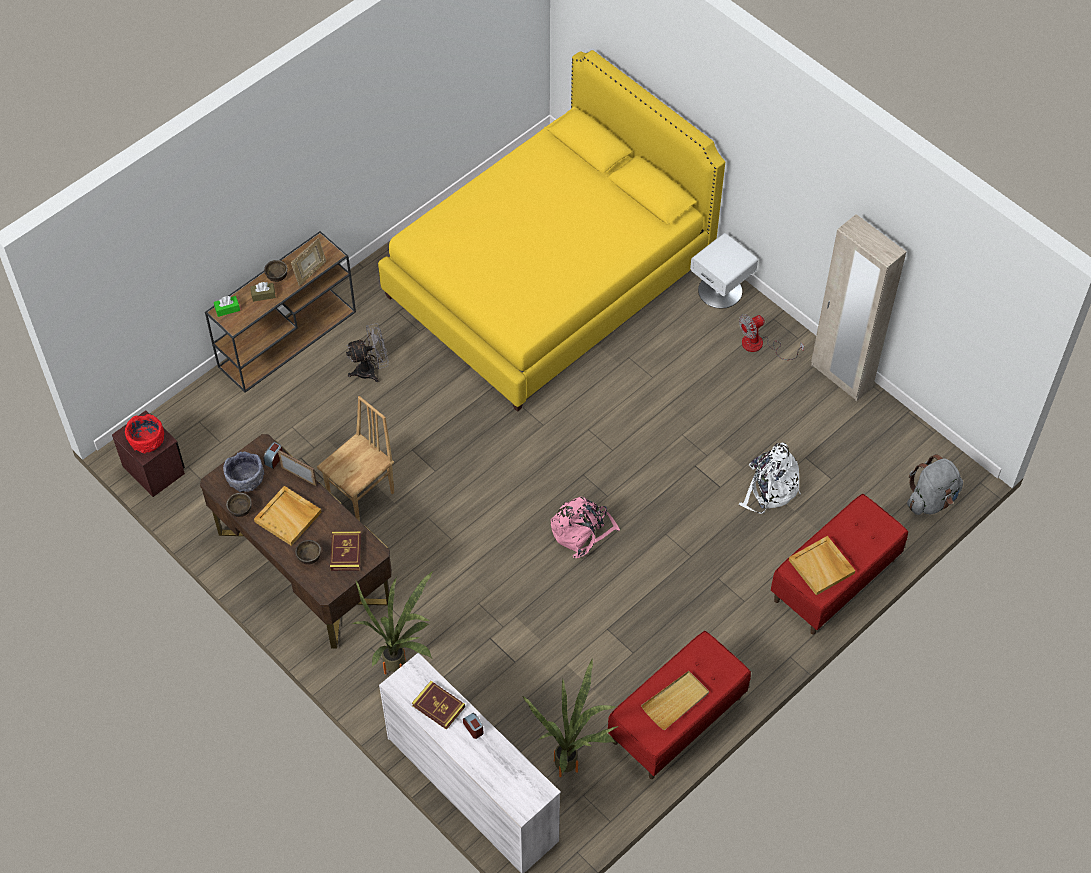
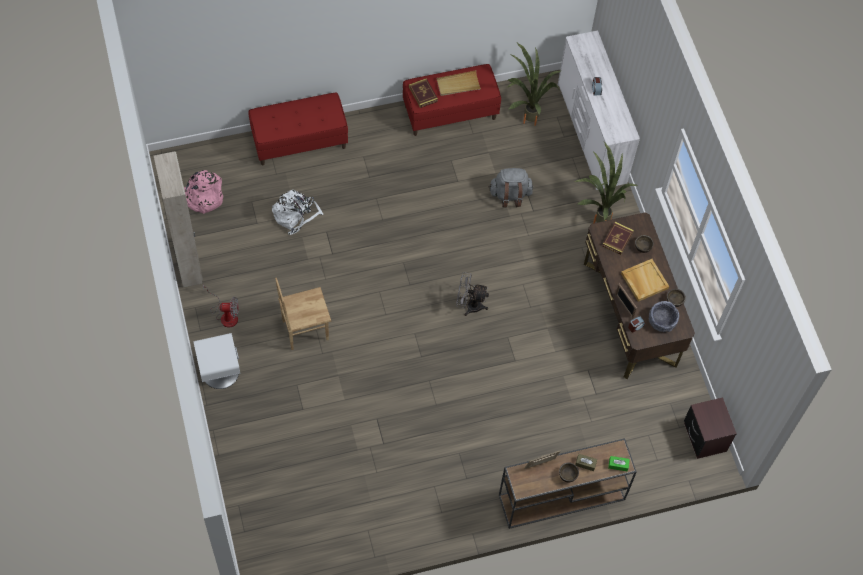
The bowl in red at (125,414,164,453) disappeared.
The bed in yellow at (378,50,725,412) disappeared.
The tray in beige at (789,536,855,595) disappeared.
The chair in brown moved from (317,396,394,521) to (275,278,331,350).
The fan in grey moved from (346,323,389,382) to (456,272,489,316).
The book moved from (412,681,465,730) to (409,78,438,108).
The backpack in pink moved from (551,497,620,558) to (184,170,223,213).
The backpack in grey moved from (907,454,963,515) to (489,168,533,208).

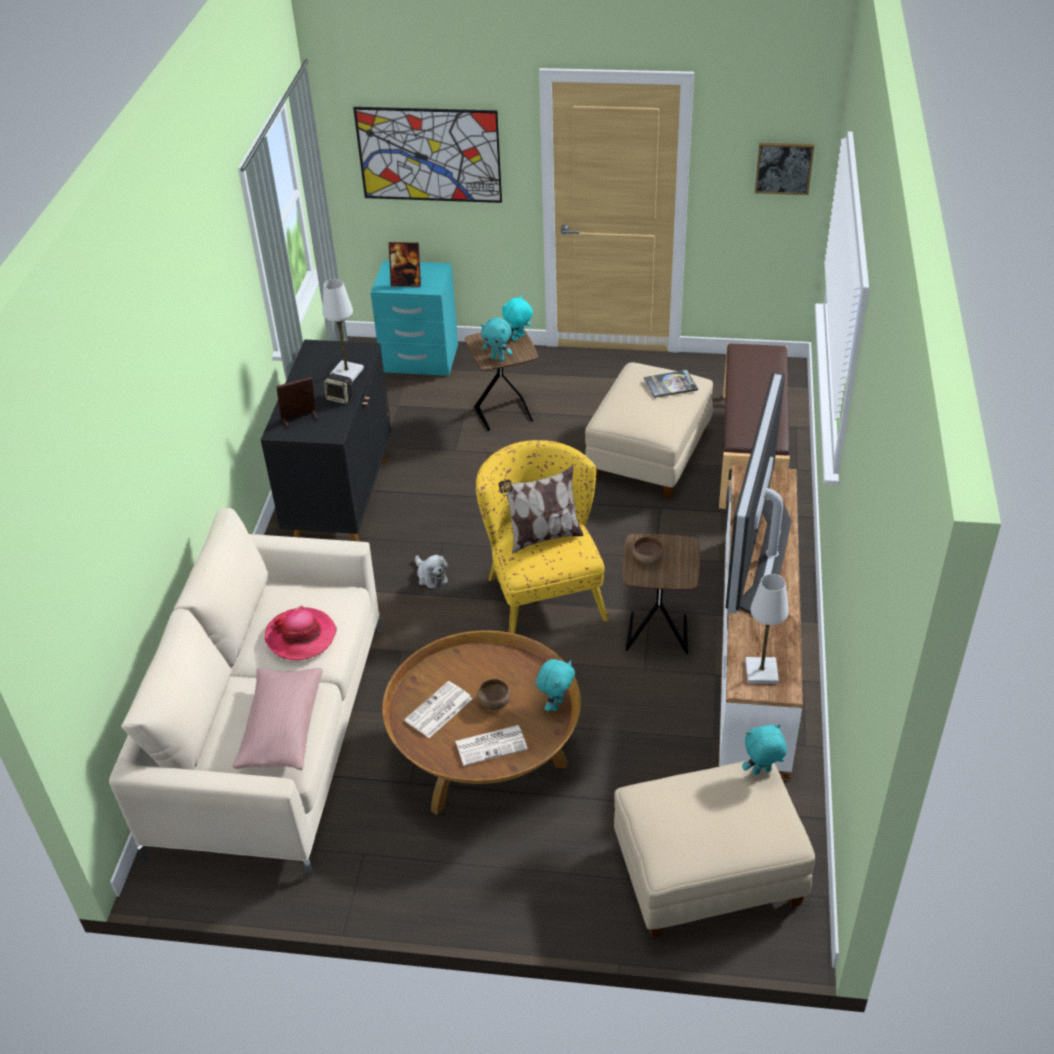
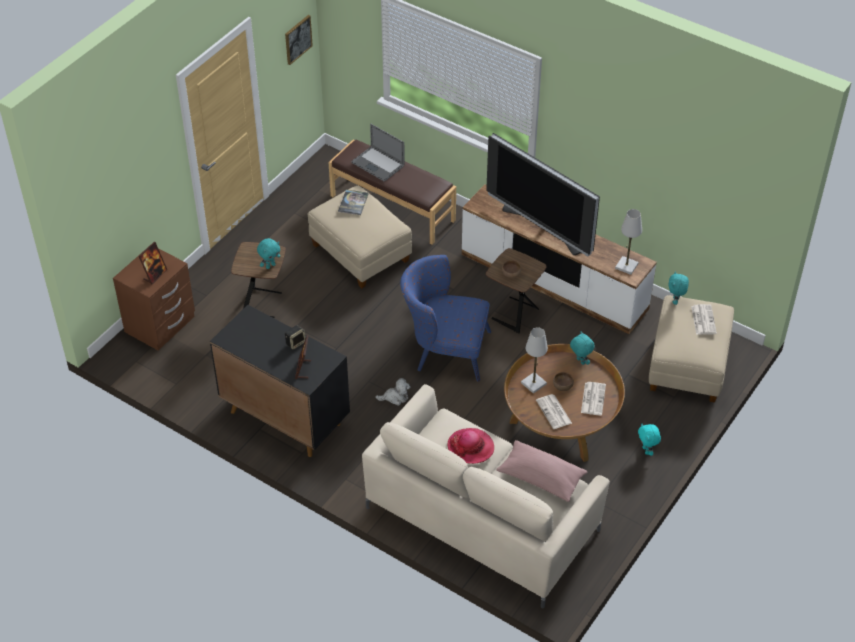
The picture at (353,107,502,203) disappeared.
The pillow at (499,466,583,554) disappeared.
The laptop at (351,124,405,182) appeared.
The newspaper at (691,304,717,335) appeared.
The table lamp in white moved from (322,279,364,382) to (521,327,548,394).
The plush toy in turquoise moved from (502,295,533,341) to (638,423,661,456).
The nightstand in turquoise at (371,261,458,376) became the nightstand in brown at (113,248,195,351).
The armchair in yellow at (476,440,608,634) became the armchair in blue at (400,255,491,382).

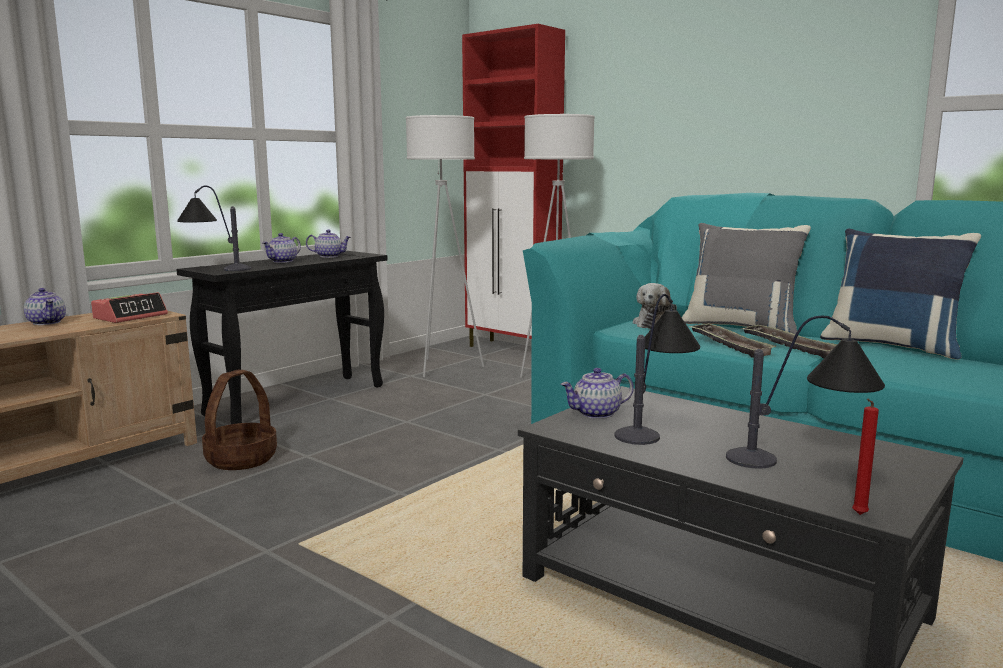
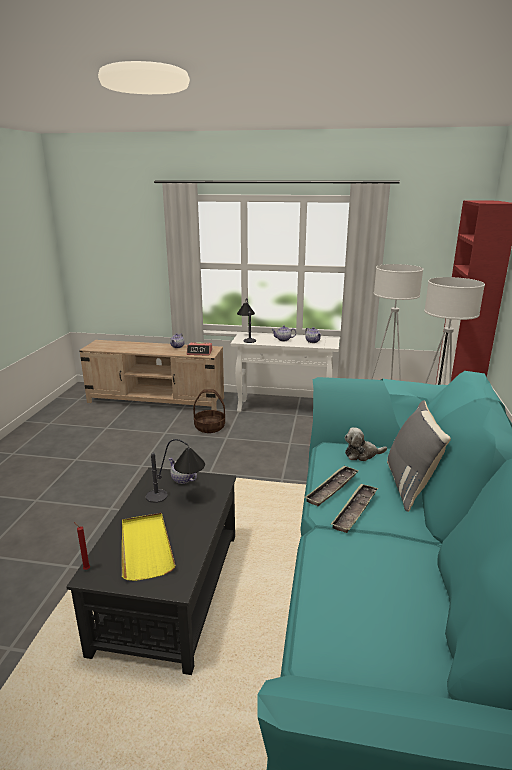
The pillow in blue at (820,229,981,360) disappeared.
The table lamp at (726,315,885,468) was replaced by the tray in yellow at (122,513,176,581).
The console table in black at (176,251,388,424) became the console table in white at (231,333,339,412).

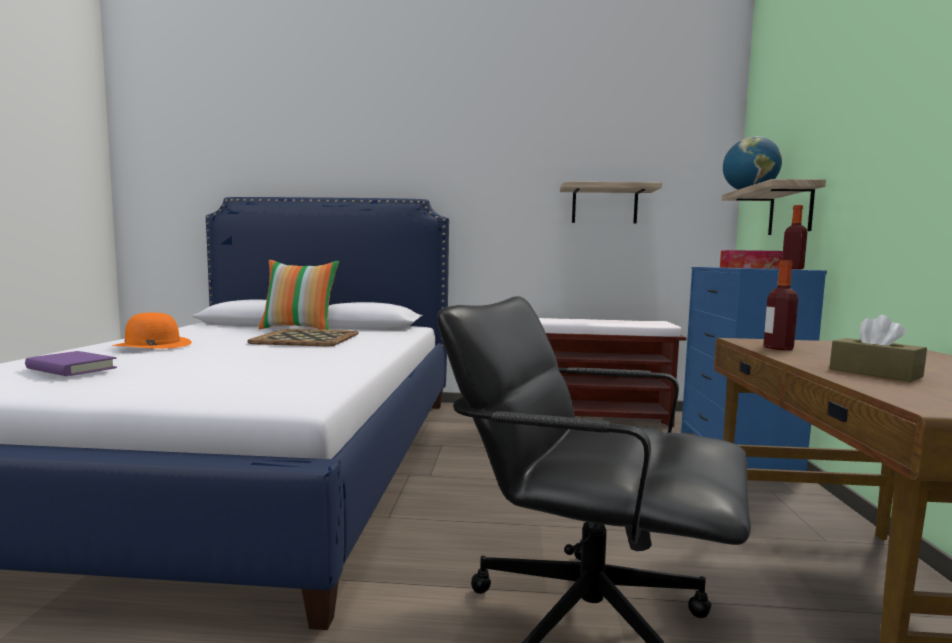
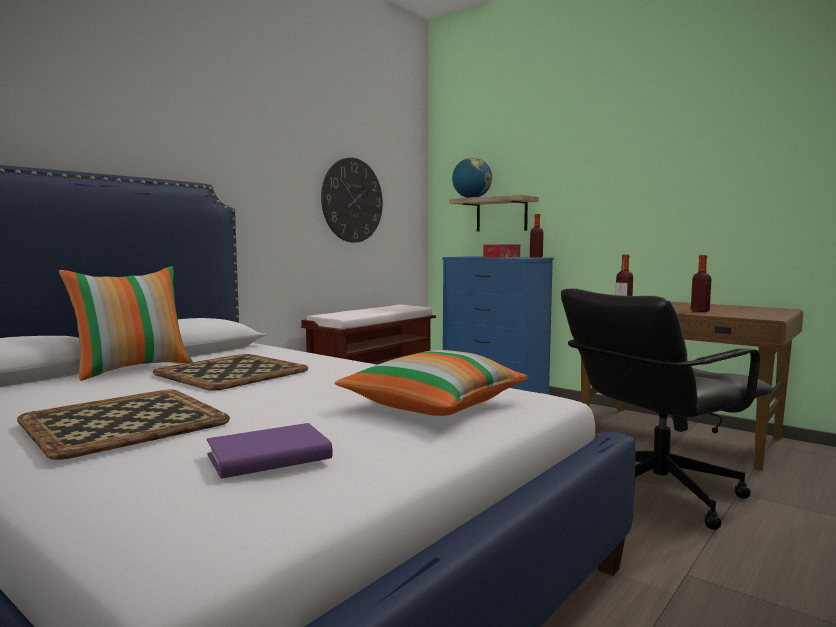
The pillow at (335,350,529,416) appeared.
The hat in orange at (112,313,192,349) was replaced by the tray at (17,390,230,460).
The shelf at (560,182,662,224) was replaced by the wall clock at (321,158,383,243).
The tissue box in brown at (830,315,927,382) was replaced by the bottle at (691,255,711,312).

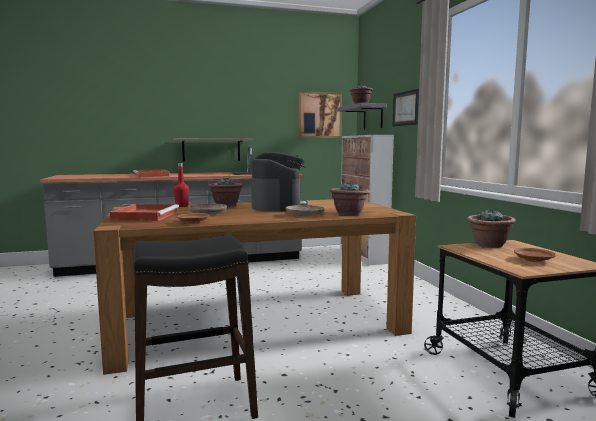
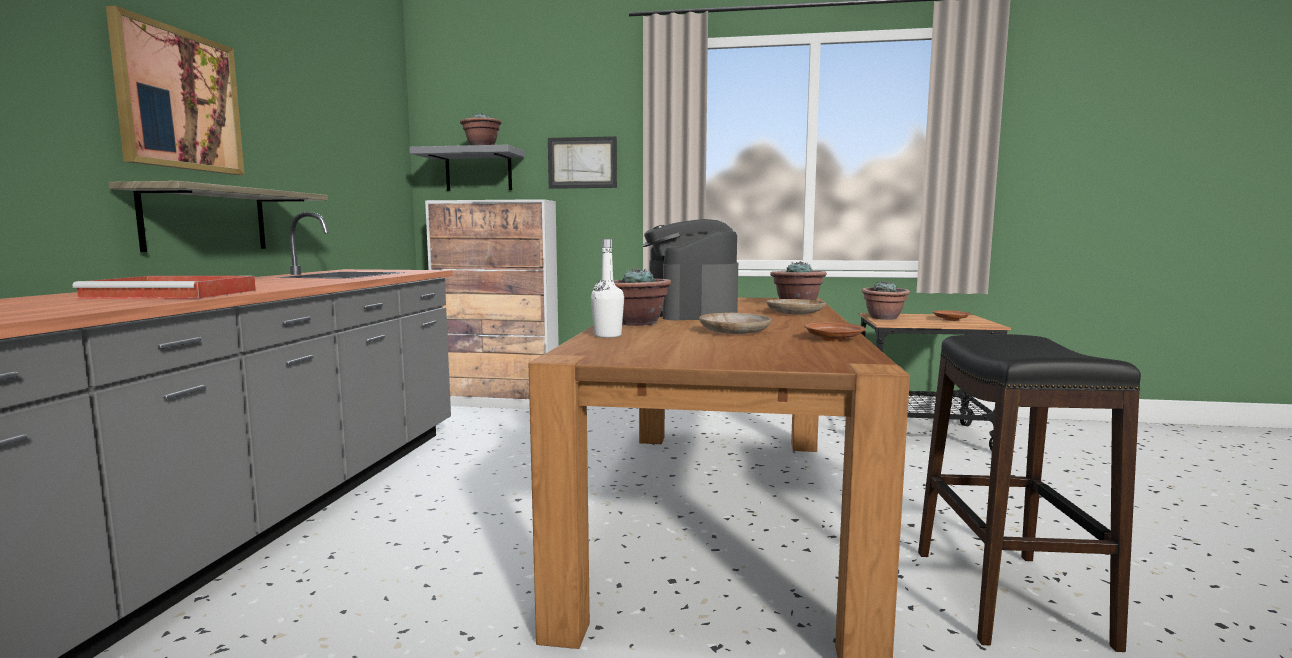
The tray in red at (110,204,179,221) disappeared.
The picture moved from (298,91,342,138) to (106,6,245,175).
The bottle in red at (174,163,189,207) became the bottle in white at (591,239,624,338).
The coffee machine at (251,152,308,212) turned 120 degrees counterclockwise.

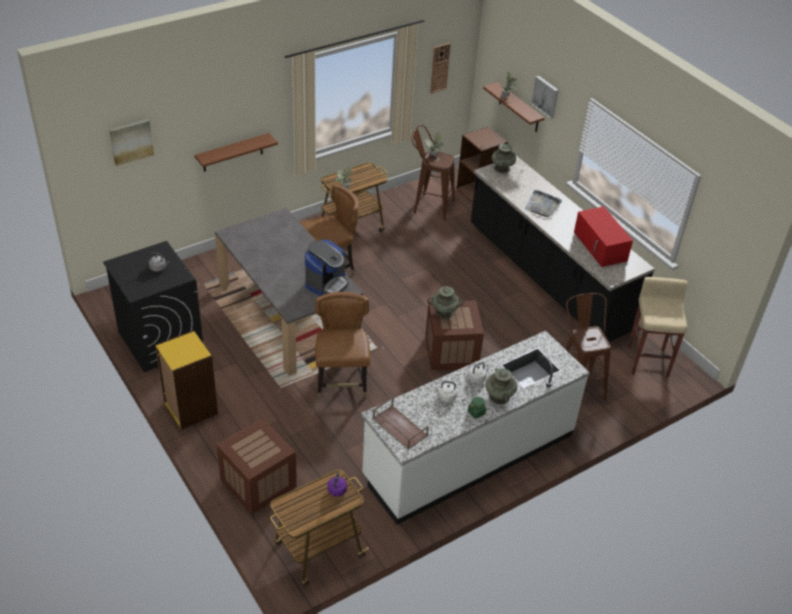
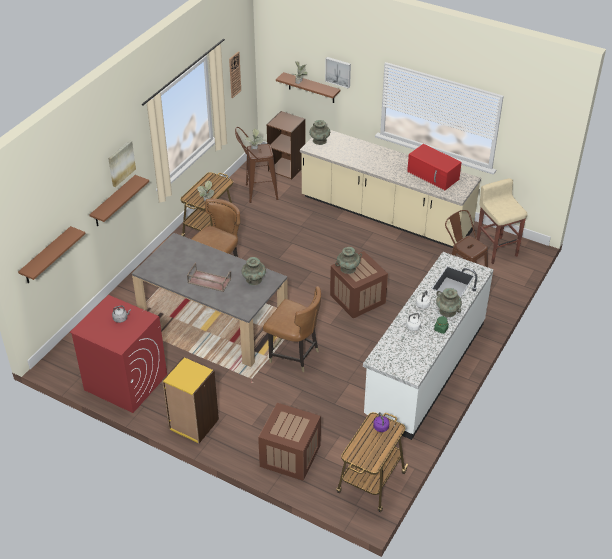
The tray in grey at (525,190,562,217) disappeared.
The shelf in brown at (18,226,85,283) appeared.
The picture moved from (109,119,154,166) to (108,140,136,187).
The tray in brown moved from (372,397,429,450) to (187,263,231,292).
The coffee machine at (305,239,349,296) was replaced by the vase in turquoise at (241,257,266,285).
The washing machine in black at (103,241,203,372) became the washing machine in red at (70,295,167,413).
The counter in black at (471,156,655,342) became the counter in beige at (300,130,481,248).
The chair in brown at (315,292,370,398) turned 150 degrees clockwise.

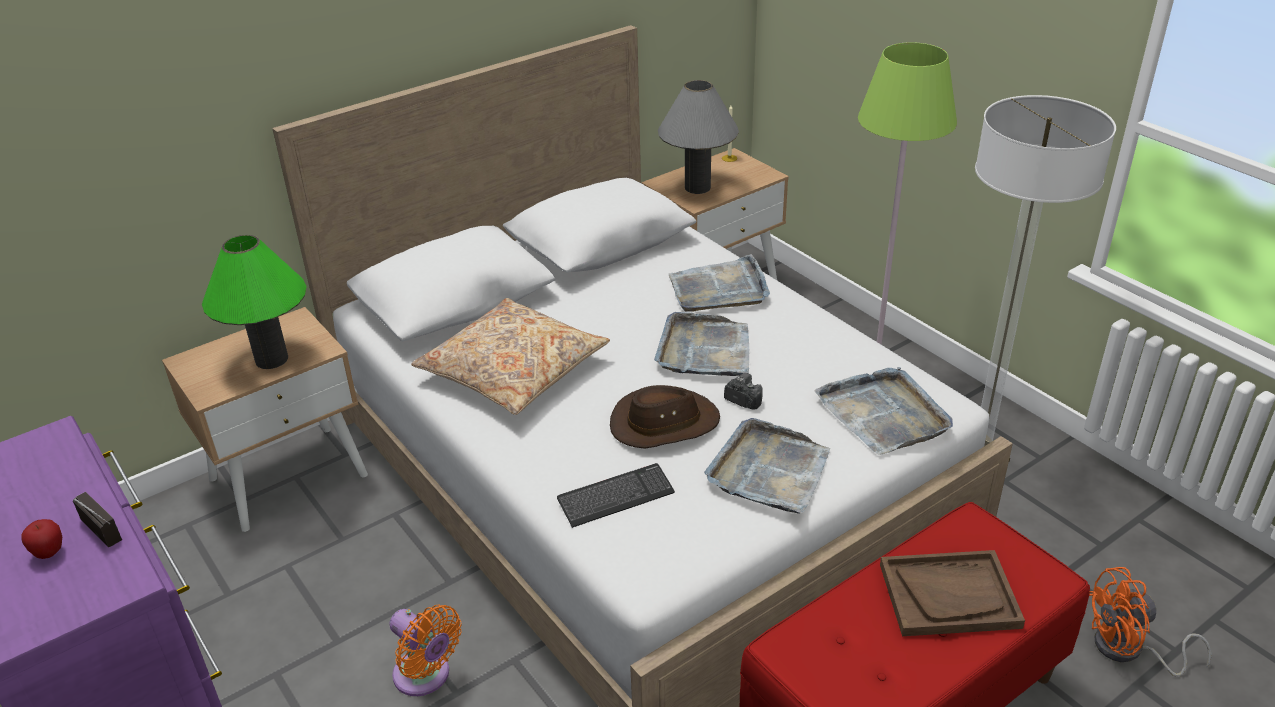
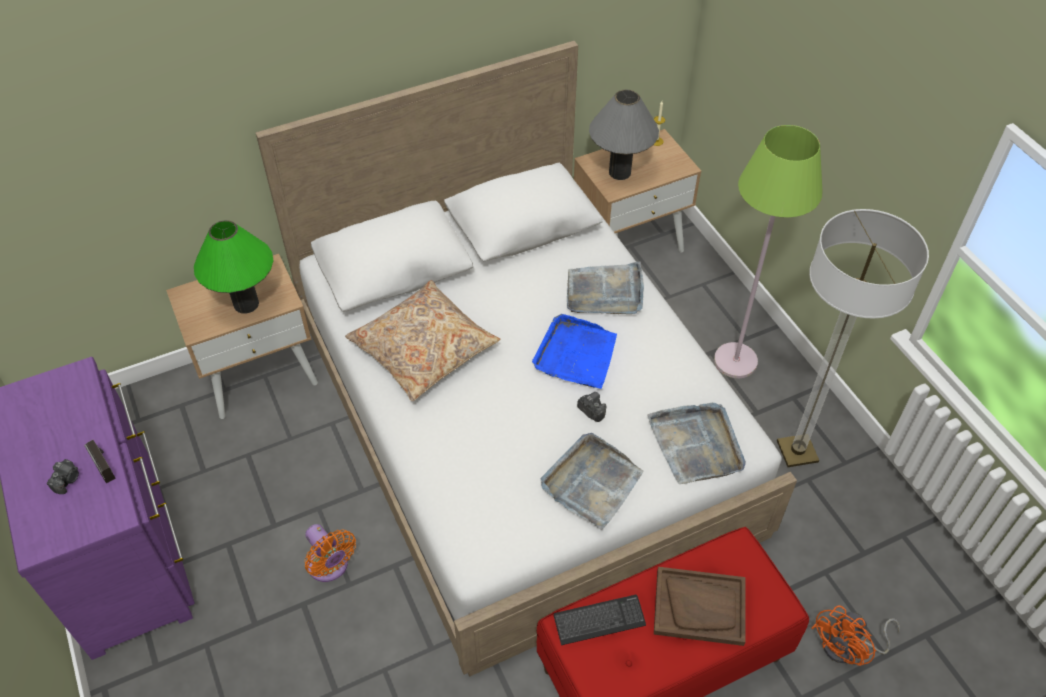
The hat in brown at (610,385,720,448) disappeared.
The keyboard moved from (557,463,675,528) to (554,595,646,645).
The apple at (21,519,62,559) was replaced by the photo camera at (47,459,79,494).
The tray in grey at (654,312,749,376) became the tray in blue at (532,314,617,389).
The fan in orange at (1089,567,1212,677) turned 45 degrees counterclockwise.

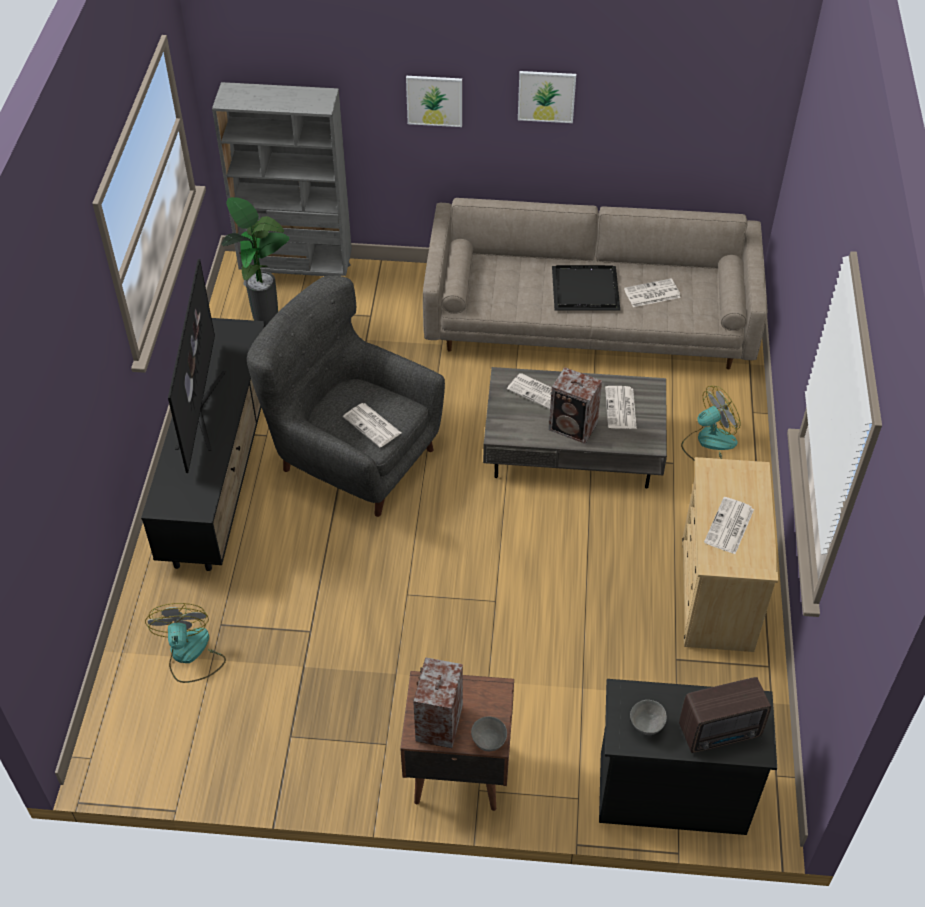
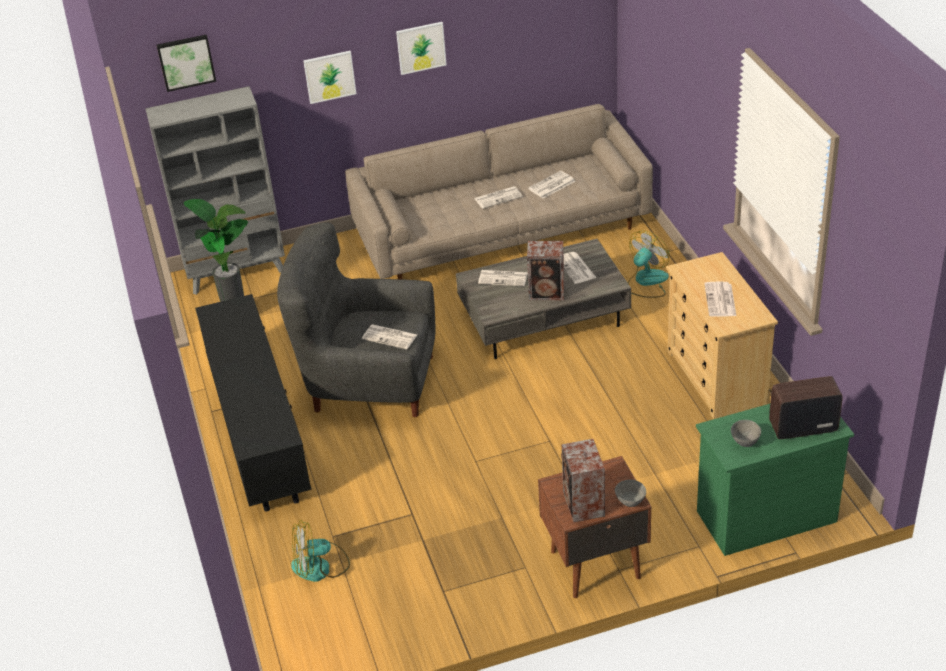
The television at (168,259,226,473) disappeared.
The picture at (157,35,216,92) appeared.
The tray in black at (552,265,620,310) was replaced by the newspaper at (474,186,523,209).
The dresser in black at (599,679,777,835) became the dresser in green at (696,404,854,556).
The fan at (145,603,226,683) turned 75 degrees counterclockwise.
The radio at (679,677,771,753) turned 150 degrees counterclockwise.

